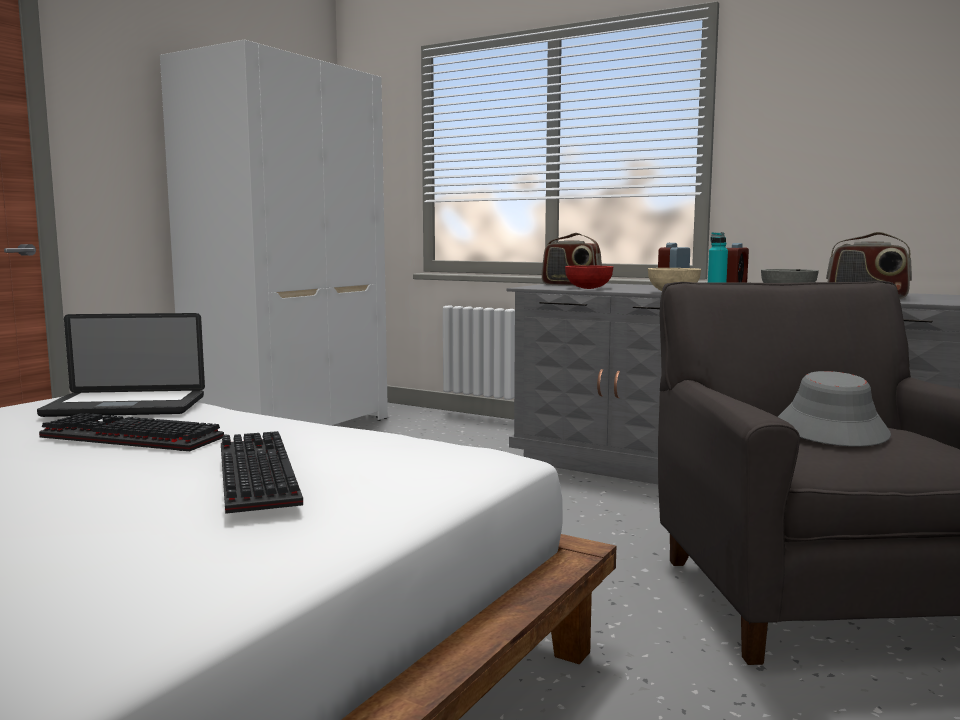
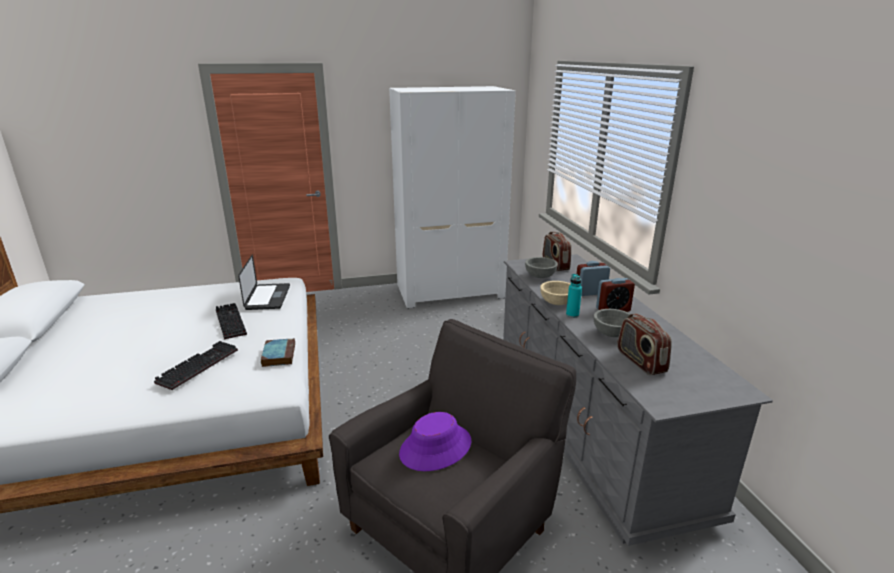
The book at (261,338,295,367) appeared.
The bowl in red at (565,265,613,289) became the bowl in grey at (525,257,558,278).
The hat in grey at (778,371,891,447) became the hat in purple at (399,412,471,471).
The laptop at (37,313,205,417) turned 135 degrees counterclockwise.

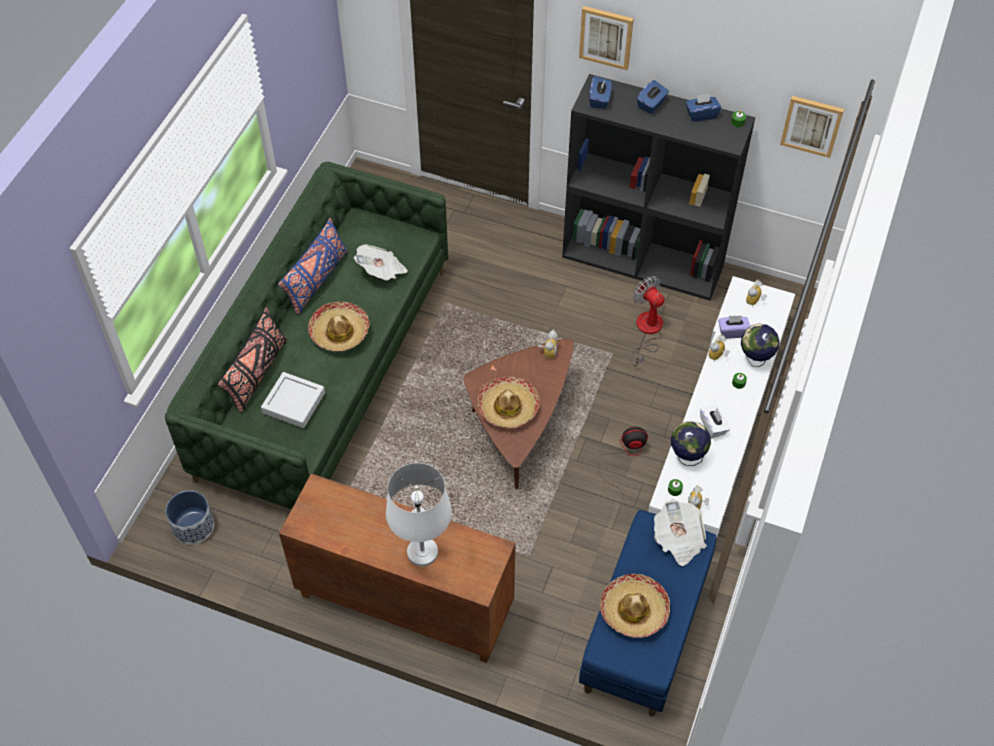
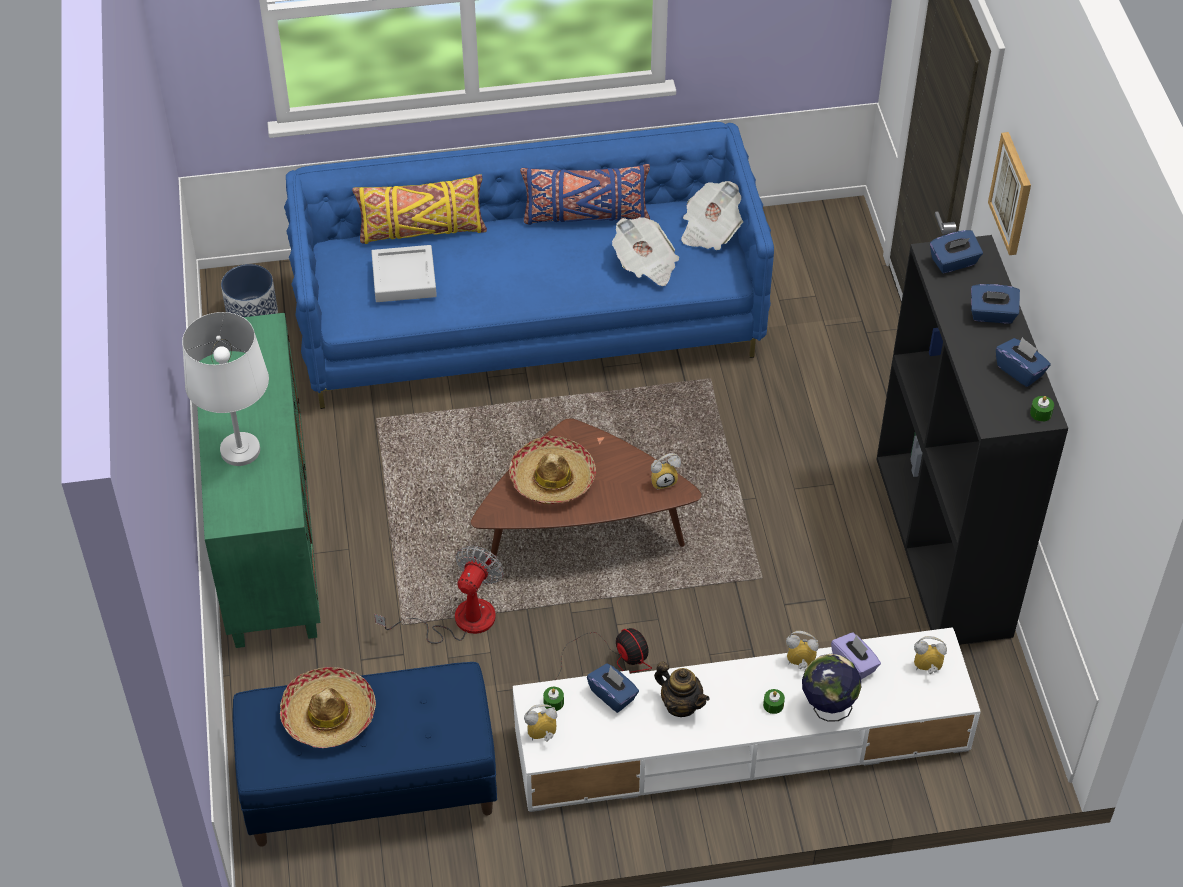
The hat at (308,302,369,352) disappeared.
The picture at (780,96,844,158) disappeared.
The fan moved from (631,276,665,367) to (374,545,504,644).
The newspaper moved from (654,499,707,566) to (681,181,743,250).
The globe at (671,421,711,466) was replaced by the tissue box in blue at (587,663,639,713).
The tissue box in white at (700,406,730,438) was replaced by the teapot at (654,662,710,717).
The sofa in green at (165,162,448,509) became the sofa in blue at (284,122,774,409).
The pillow in black at (218,307,287,413) became the pillow in yellow at (352,174,487,244).
The cabinet in brown at (279,473,516,663) became the cabinet in green at (197,313,321,648).

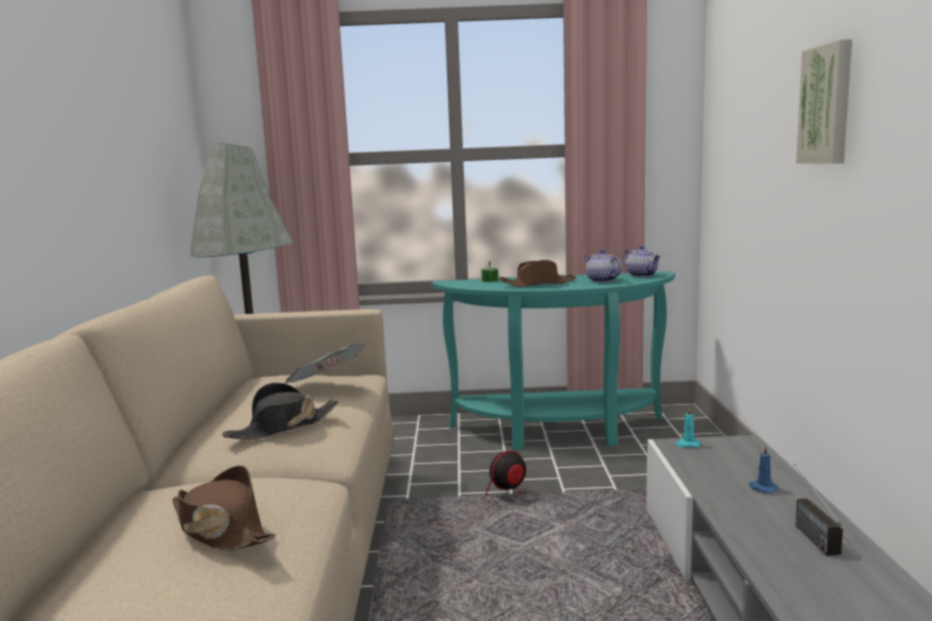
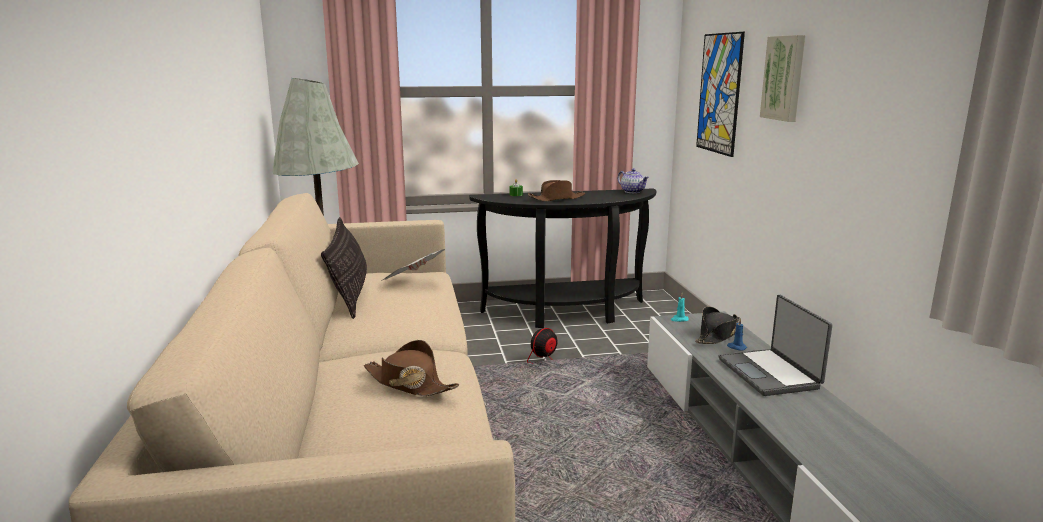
The teapot at (584,250,622,282) disappeared.
The pillow at (321,217,367,319) appeared.
The picture at (696,32,745,157) appeared.
The hat in black moved from (222,383,339,439) to (695,306,740,344).
The radio at (794,464,843,556) was replaced by the laptop at (719,295,832,396).
The console table in turquoise at (433,271,675,450) became the console table in black at (469,188,656,328).

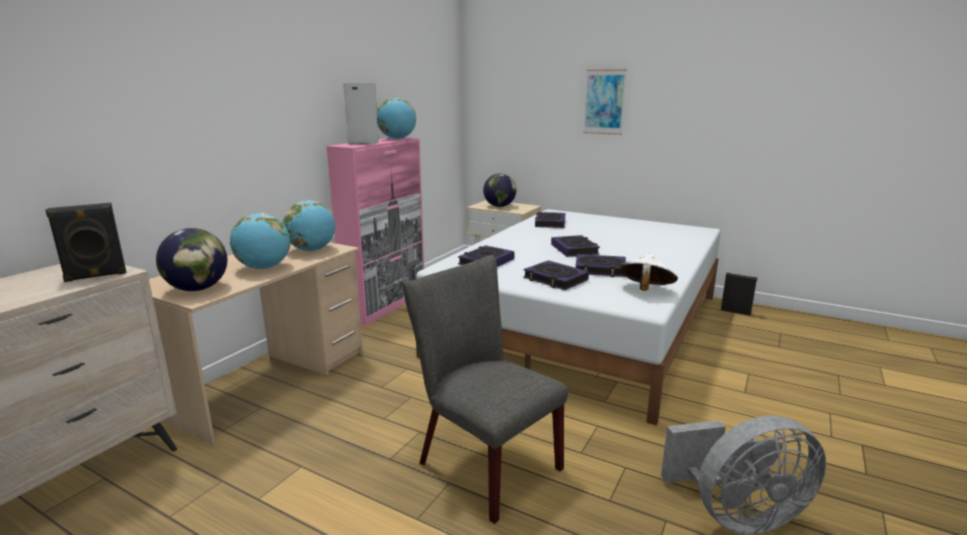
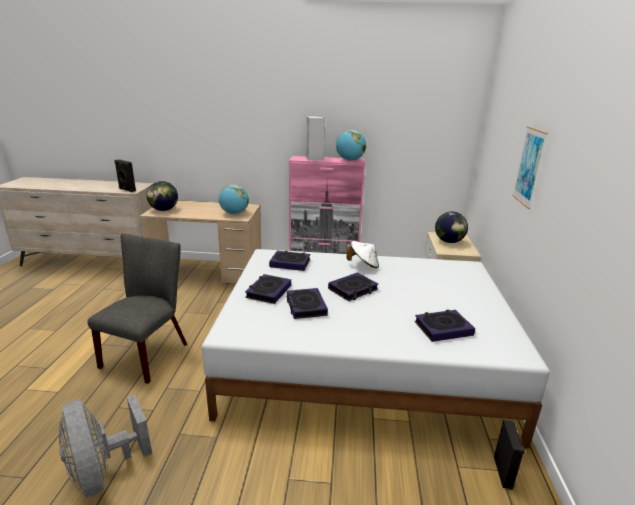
The globe at (230,213,290,269) disappeared.
The book moved from (535,212,565,228) to (414,310,475,342).
The hat in white moved from (619,254,678,291) to (347,241,379,269).

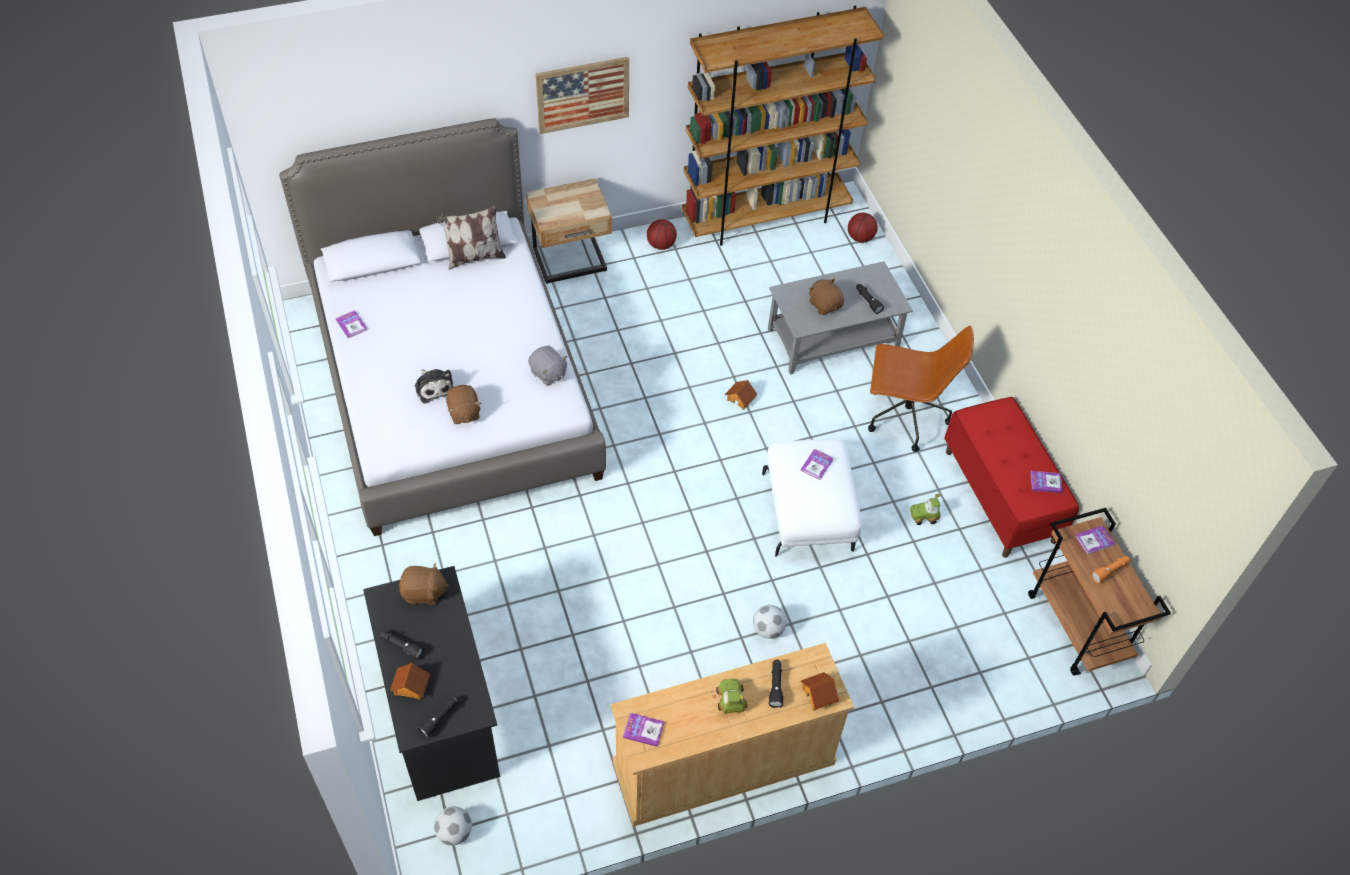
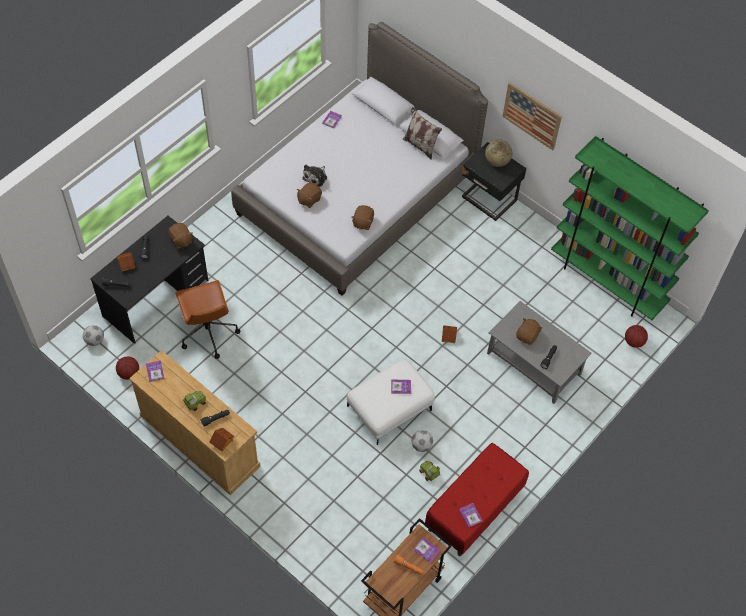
The globe at (485,139,512,167) appeared.
The basketball moved from (647,219,677,250) to (116,356,139,380).
The football moved from (753,605,787,639) to (411,430,433,452).
The office chair in brown moved from (868,326,974,452) to (175,280,240,359).
The nightstand in beige at (526,178,612,284) became the nightstand in black at (461,142,526,221).
The plush toy in grey at (528,346,568,386) became the plush toy in brown at (352,205,374,230).
The bookcase in brown at (682,6,884,246) became the bookcase in green at (551,136,709,320).

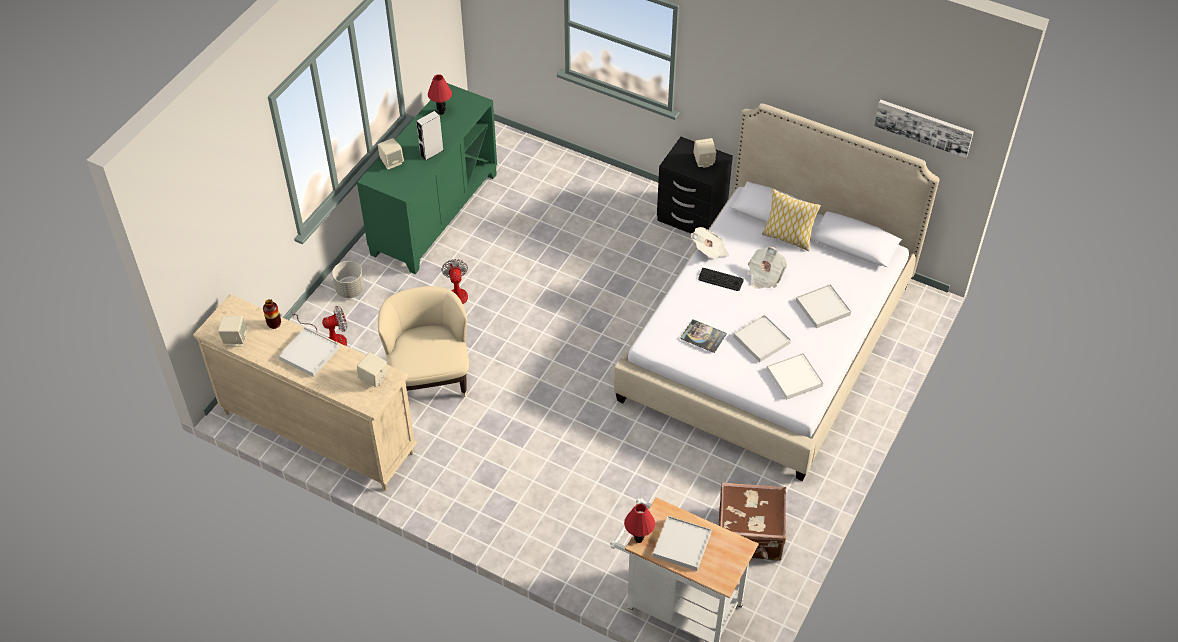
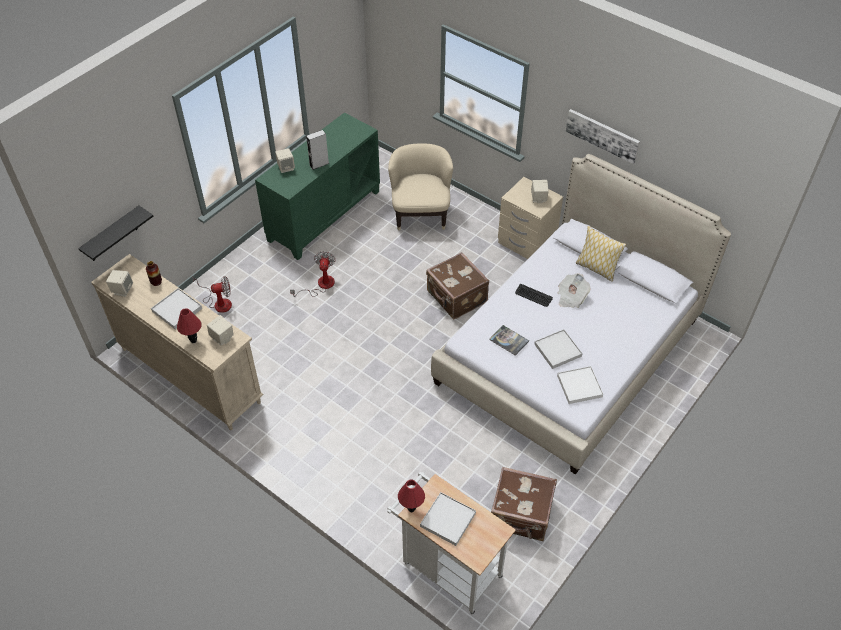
The planter in grey at (332,261,365,298) disappeared.
The newspaper at (691,227,729,258) disappeared.
The tray in white at (796,284,851,328) disappeared.
The shelf in black at (78,206,154,261) appeared.
The suitcase in brown at (426,252,489,319) appeared.
The armchair in beige moved from (378,286,469,397) to (388,143,453,230).
The table lamp in red moved from (428,74,452,115) to (177,308,202,343).
The picture moved from (874,100,974,158) to (566,109,640,164).
The nightstand in black at (657,137,733,234) became the nightstand in beige at (498,177,563,259).

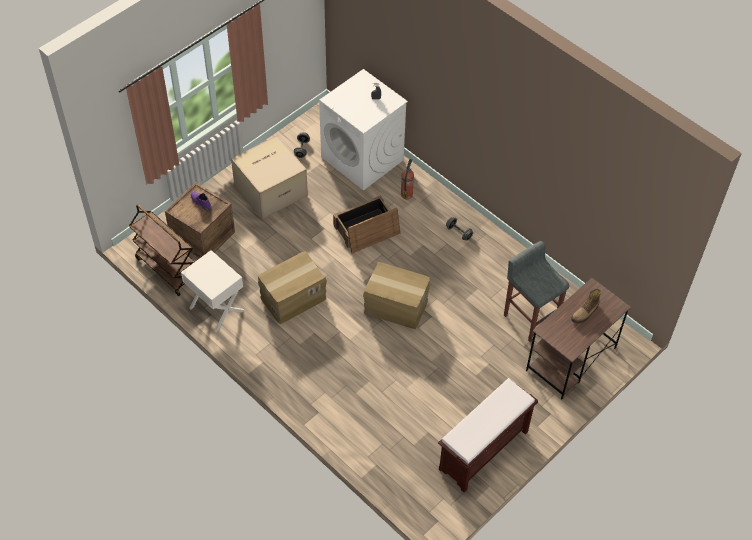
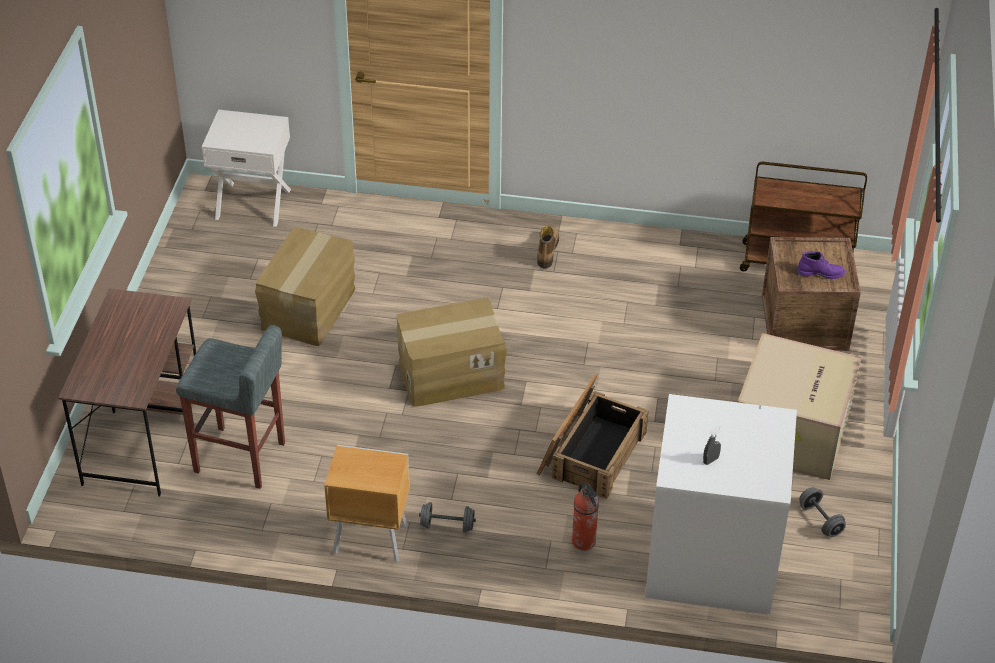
The bench in brown at (438,378,538,492) disappeared.
The nightstand in brown at (324,445,410,562) appeared.
The nightstand in white moved from (181,250,244,333) to (202,109,291,227).
The cardboard box moved from (258,251,327,324) to (255,227,356,346).
The boot moved from (571,289,601,323) to (537,226,559,269).

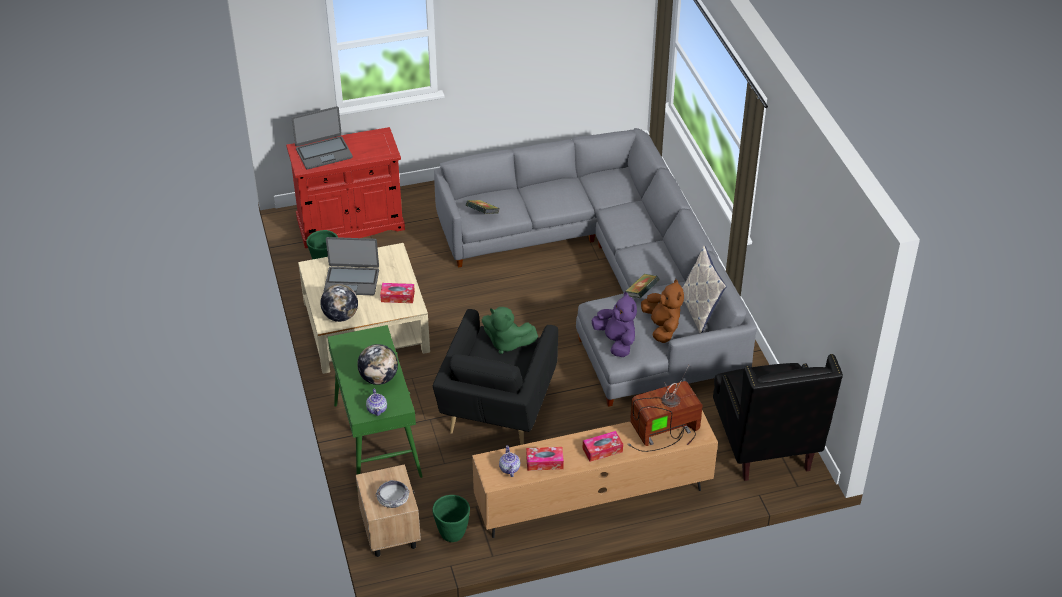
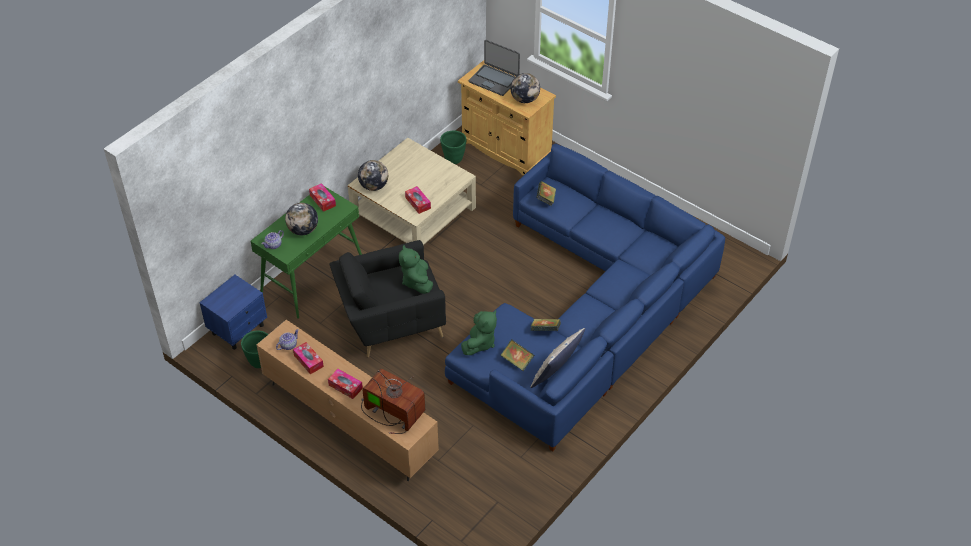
The laptop at (324,237,379,295) disappeared.
The bowl at (375,480,410,508) disappeared.
The armchair in black at (713,354,843,481) disappeared.
The tissue box at (309,183,336,212) appeared.
The globe at (510,73,540,103) appeared.
The plush toy in brown at (641,279,684,343) was replaced by the book at (501,340,534,371).
The cabinet in red at (286,127,405,248) became the cabinet in beige at (458,60,556,176).
The nightstand in beige at (356,464,421,557) became the nightstand in blue at (199,275,267,350).
The sofa in grey at (434,128,757,407) became the sofa in blue at (445,143,725,451).
The plush toy in purple at (591,292,637,357) became the plush toy in green at (461,310,497,355).

